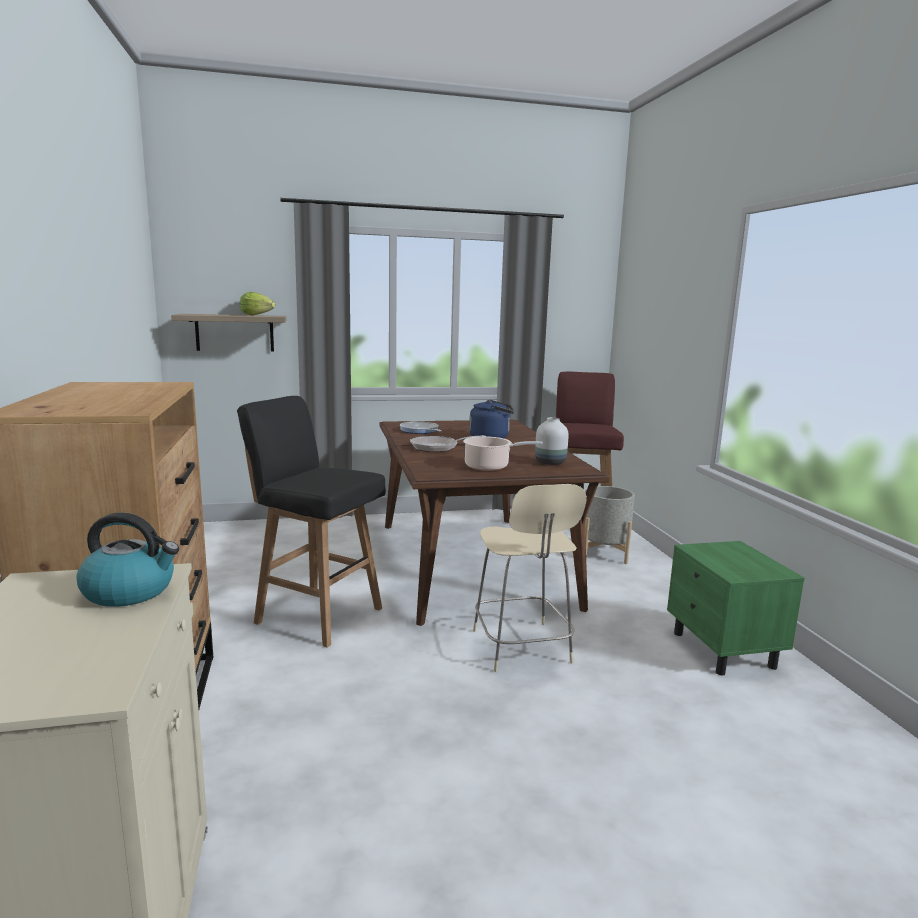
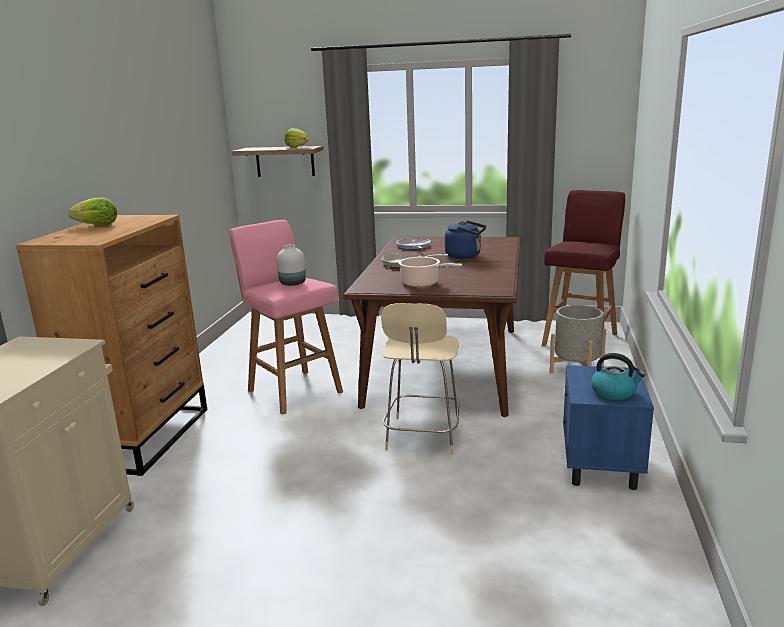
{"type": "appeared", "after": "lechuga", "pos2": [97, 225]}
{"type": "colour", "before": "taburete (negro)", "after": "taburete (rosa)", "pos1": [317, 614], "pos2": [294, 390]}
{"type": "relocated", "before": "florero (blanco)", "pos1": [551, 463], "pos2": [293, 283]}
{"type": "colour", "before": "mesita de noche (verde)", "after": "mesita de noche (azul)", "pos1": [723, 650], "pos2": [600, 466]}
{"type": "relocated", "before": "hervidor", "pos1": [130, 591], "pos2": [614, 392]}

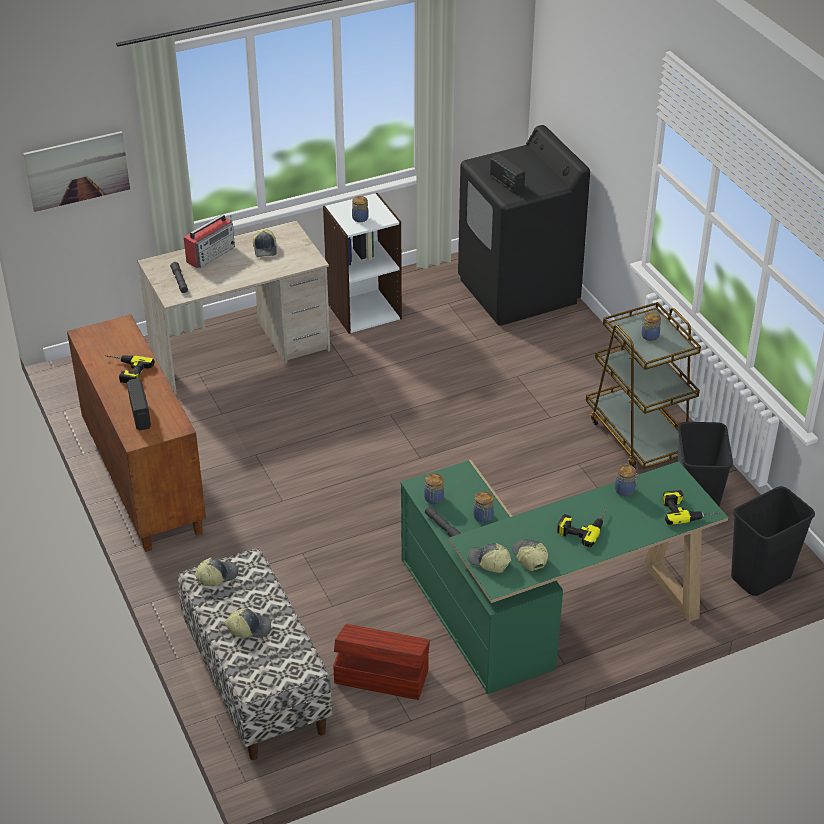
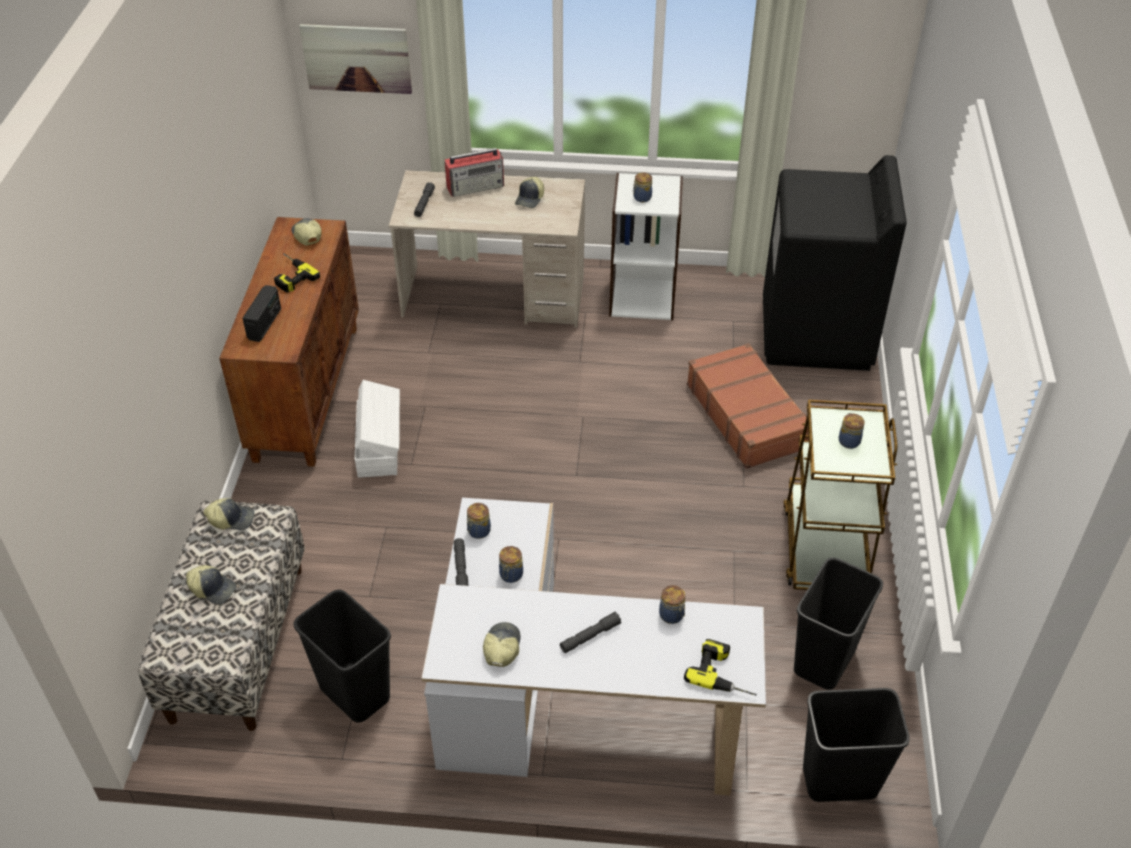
{"type": "relocated", "before": "gorra", "pos1": [488, 562], "pos2": [306, 236]}
{"type": "exchanged", "before": "caja de almacenaje (marrón)", "after": "papelera (negro)", "pos1": [381, 675], "pos2": [353, 693]}
{"type": "appeared", "after": "caja de almacenaje (blanco)", "pos2": [379, 445]}
{"type": "colour", "before": "escritorio (verde)", "after": "escritorio (blanco)", "pos1": [543, 613], "pos2": [566, 705]}
{"type": "exchanged", "before": "taladro", "after": "linterna (gris)", "pos1": [582, 525], "pos2": [590, 636]}
{"type": "appeared", "after": "maleta (marrón)", "pos2": [746, 416]}
{"type": "missing", "before": "radio", "pos1": [506, 183]}

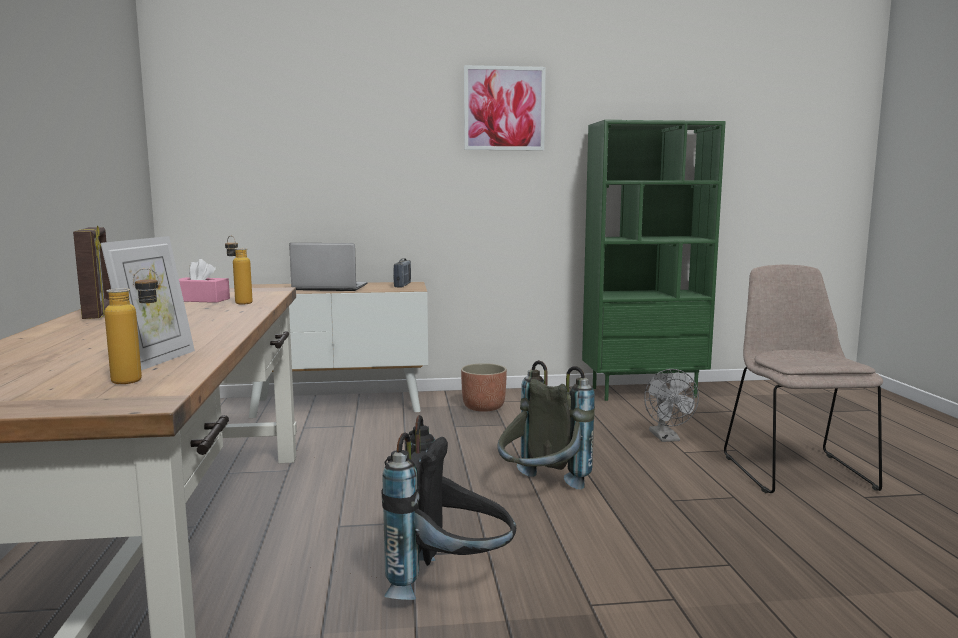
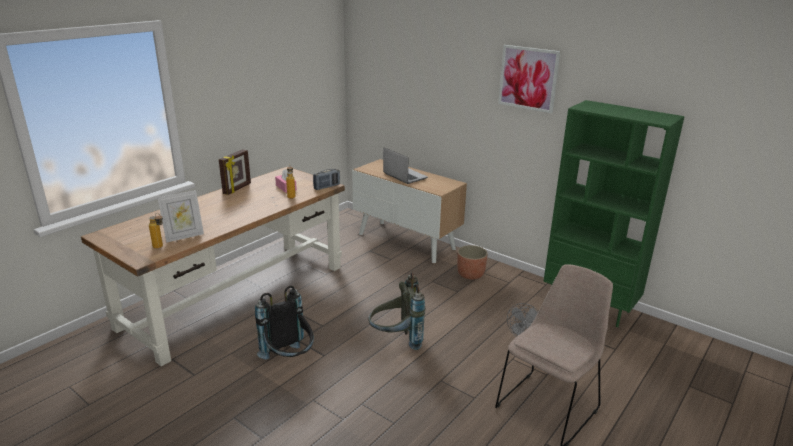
{"type": "relocated", "before": "radio", "pos1": [402, 285], "pos2": [327, 187]}

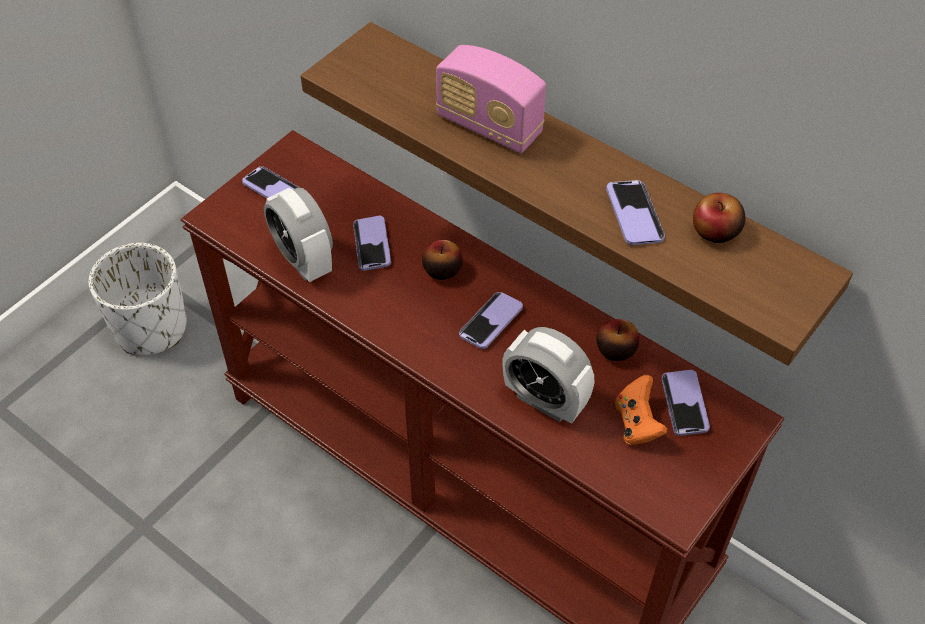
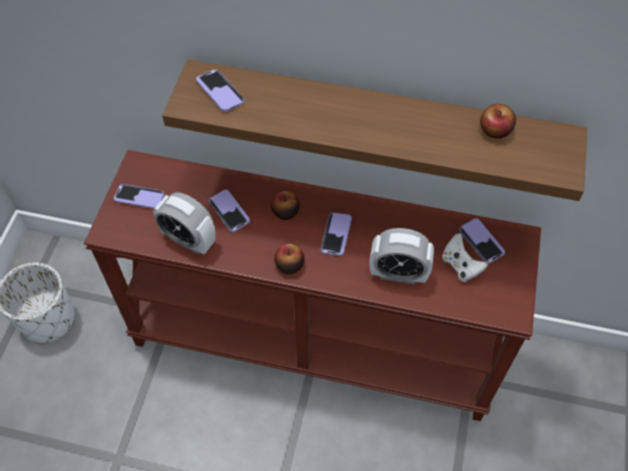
{"type": "relocated", "before": "móvil", "pos1": [634, 214], "pos2": [220, 91]}
{"type": "relocated", "before": "manzana", "pos1": [615, 349], "pos2": [289, 265]}
{"type": "colour", "before": "mando de consola (naranja)", "after": "mando de consola (blanco)", "pos1": [637, 423], "pos2": [460, 266]}
{"type": "missing", "before": "radio", "pos1": [489, 126]}

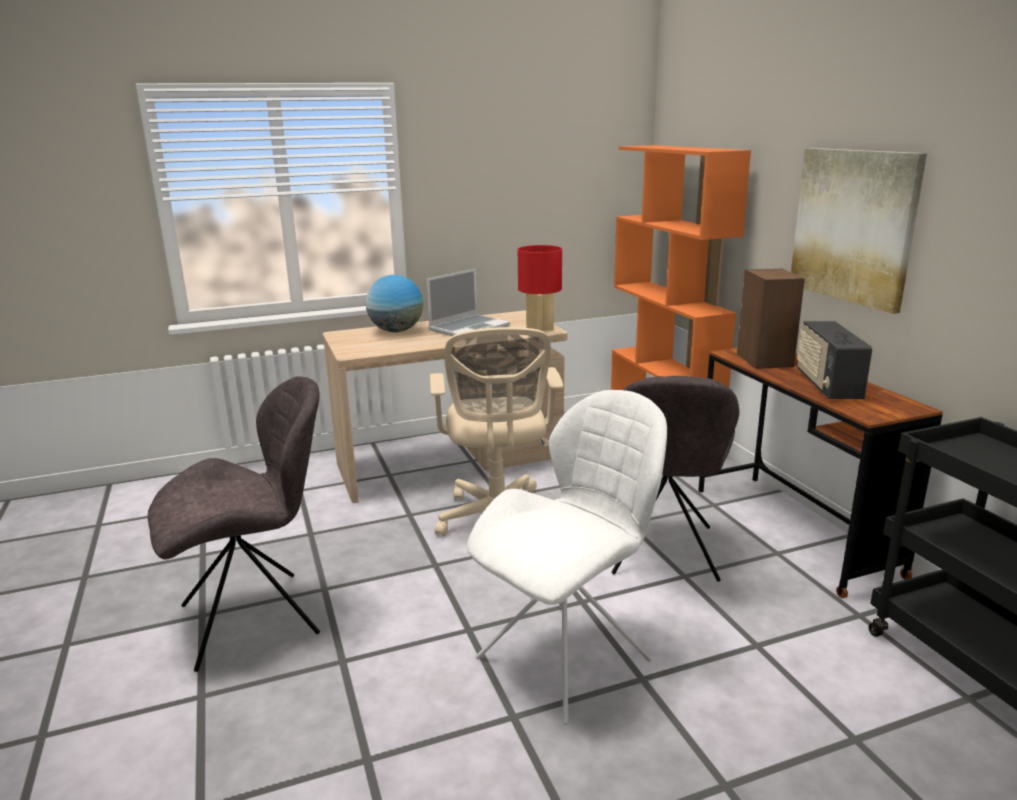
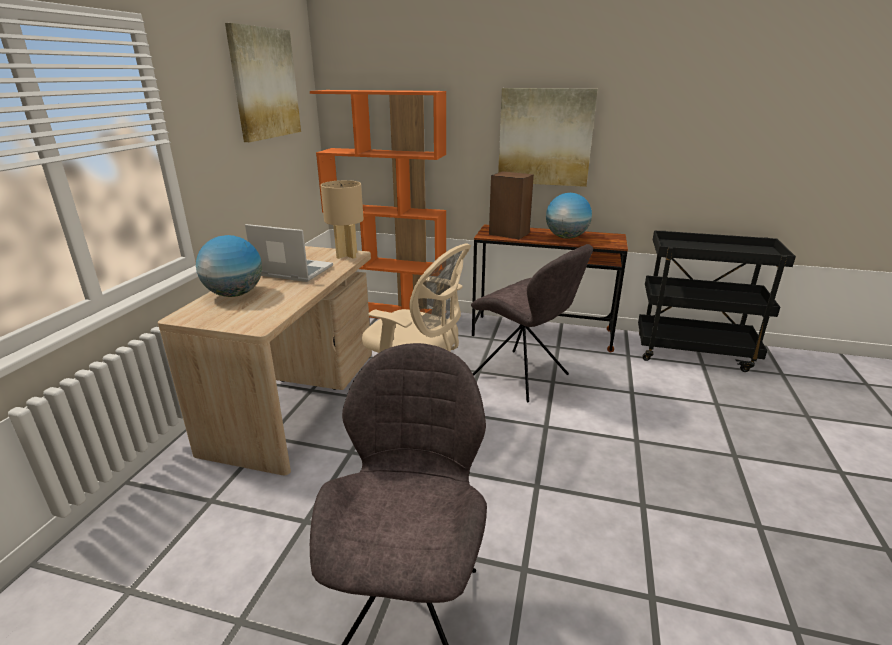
{"type": "appeared", "after": "cuadro", "pos2": [264, 84]}
{"type": "spun", "before": "portátil", "pos1": [469, 328], "pos2": [292, 271], "turn": -60}
{"type": "colour", "before": "lámpara de mesa (rojo)", "after": "lámpara de mesa (beis)", "pos1": [540, 329], "pos2": [347, 255]}
{"type": "exchanged", "before": "radio", "after": "globo terráqueo", "pos1": [827, 386], "pos2": [566, 237]}
{"type": "missing", "before": "silla (blanco)", "pos1": [568, 656]}

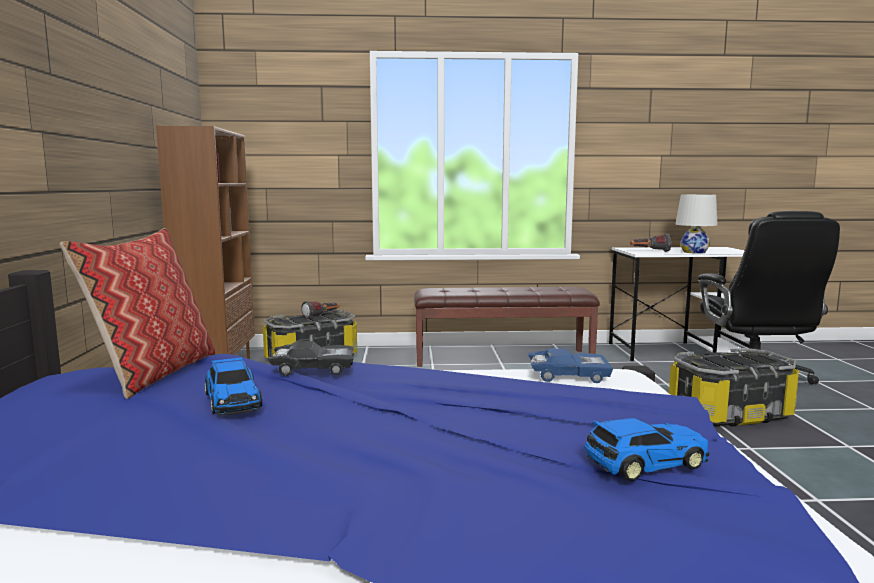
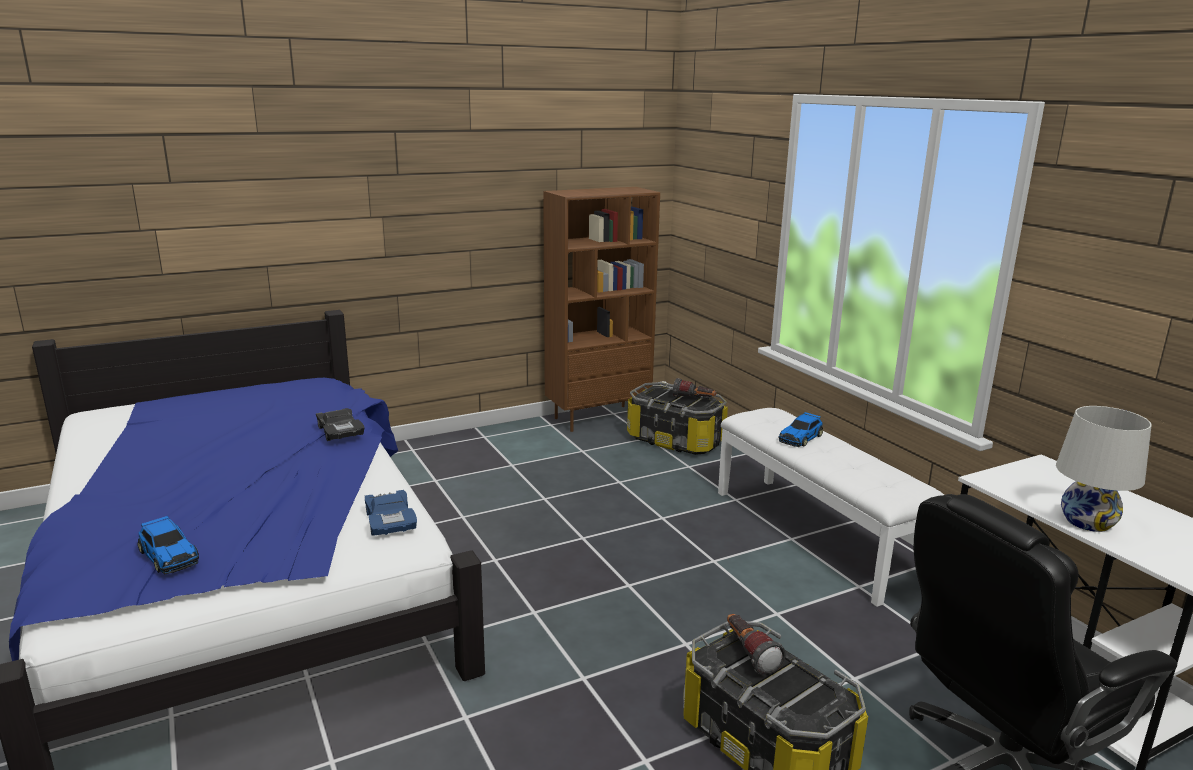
{"type": "colour", "before": "banco (marrón)", "after": "banco (blanco)", "pos1": [502, 357], "pos2": [817, 535]}
{"type": "relocated", "before": "linterna", "pos1": [649, 251], "pos2": [749, 653]}
{"type": "relocated", "before": "coche de juguete", "pos1": [233, 400], "pos2": [801, 438]}
{"type": "missing", "before": "cojín", "pos1": [154, 373]}

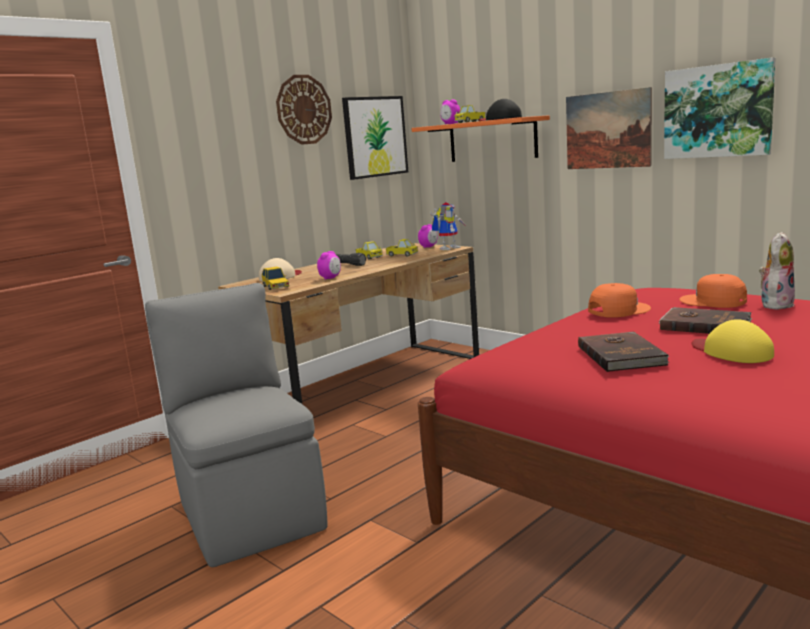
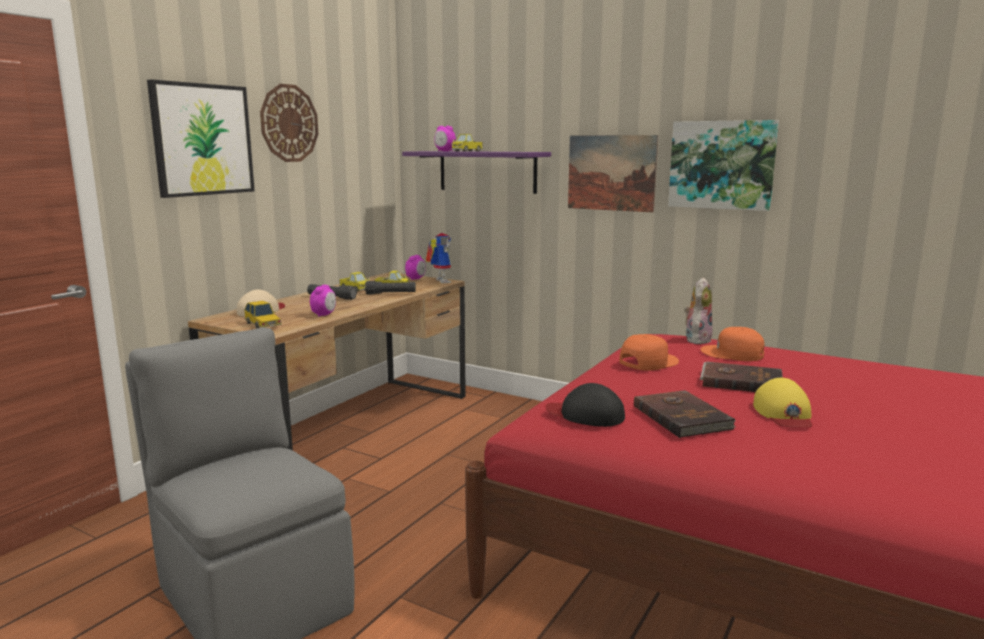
{"type": "relocated", "before": "cuadro", "pos1": [375, 137], "pos2": [202, 140]}
{"type": "appeared", "after": "linterna (negro)", "pos2": [390, 294]}
{"type": "colour", "before": "estante (naranja)", "after": "estante (morado)", "pos1": [492, 140], "pos2": [487, 171]}
{"type": "spun", "before": "robot de juguete", "pos1": [449, 248], "pos2": [439, 281], "turn": -60}
{"type": "relocated", "before": "gorra (negro)", "pos1": [500, 119], "pos2": [585, 414]}
{"type": "relocated", "before": "peluche", "pos1": [775, 304], "pos2": [696, 339]}
{"type": "spun", "before": "gorra (amarillo)", "pos1": [731, 351], "pos2": [783, 413], "turn": -135}

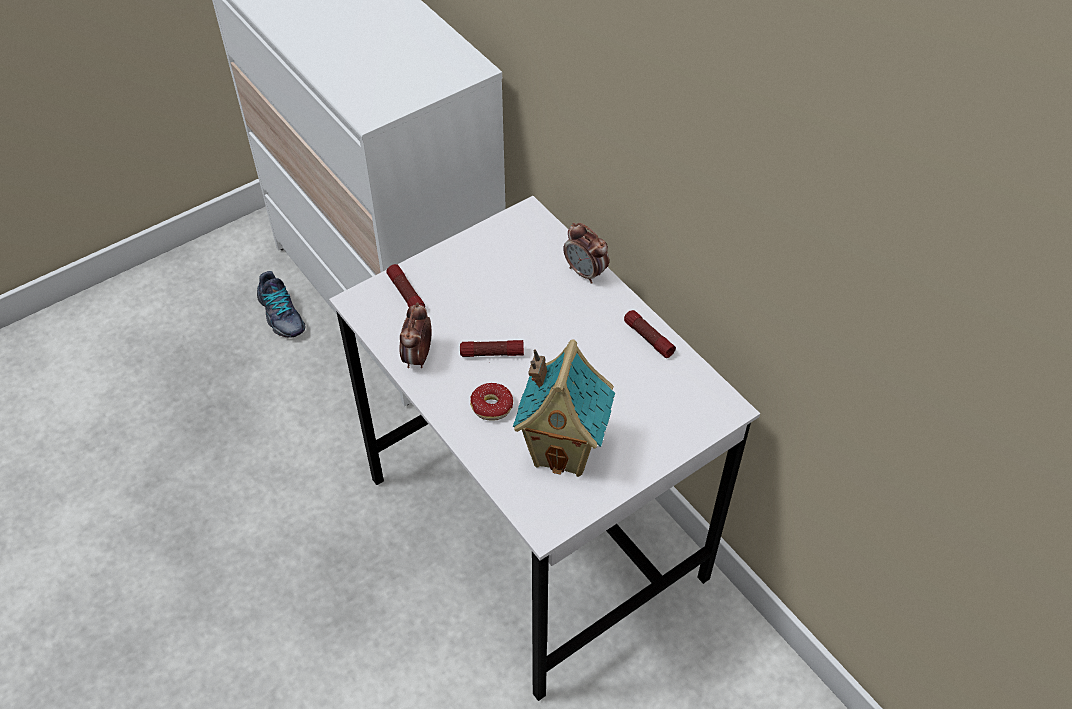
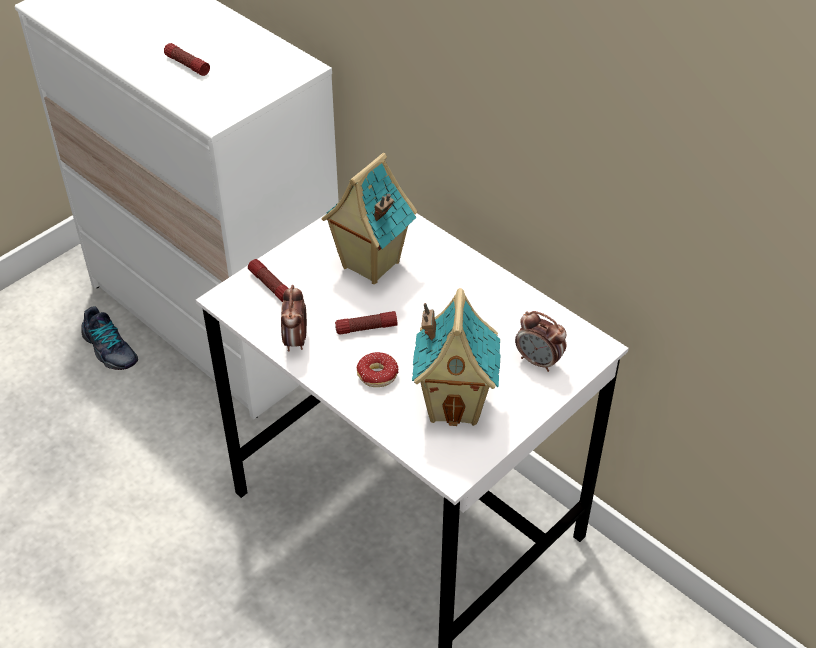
{"type": "relocated", "before": "linterna", "pos1": [648, 338], "pos2": [187, 65]}
{"type": "appeared", "after": "casita", "pos2": [369, 265]}
{"type": "relocated", "before": "despertador", "pos1": [585, 273], "pos2": [538, 361]}

